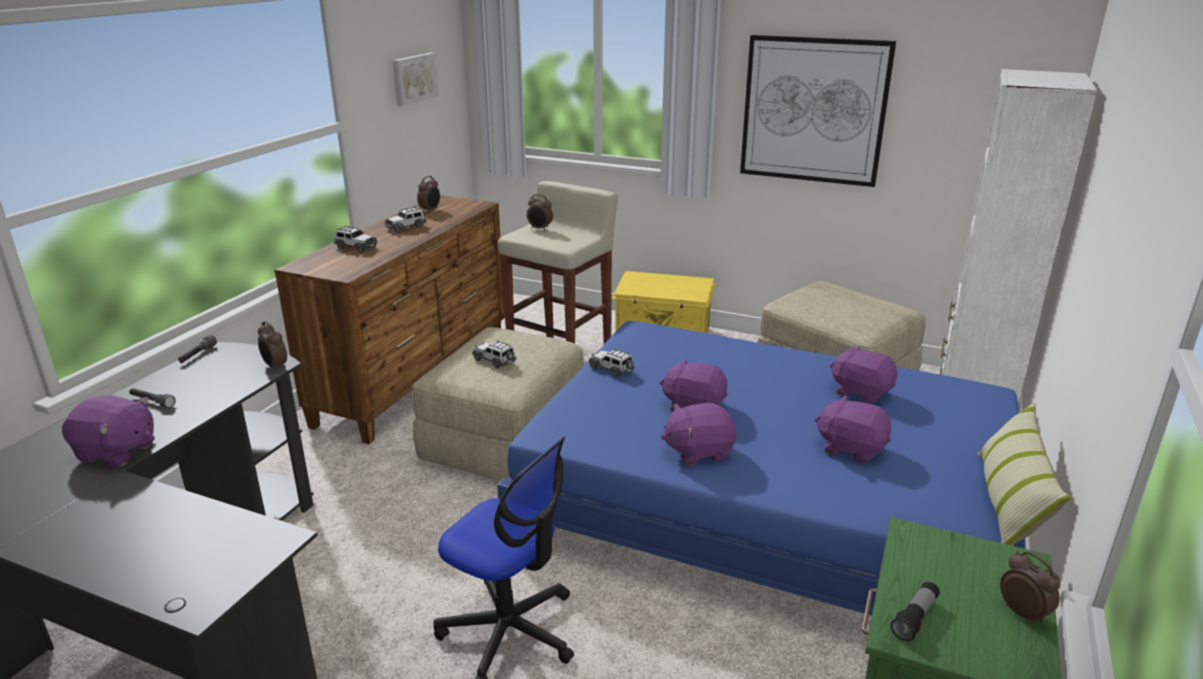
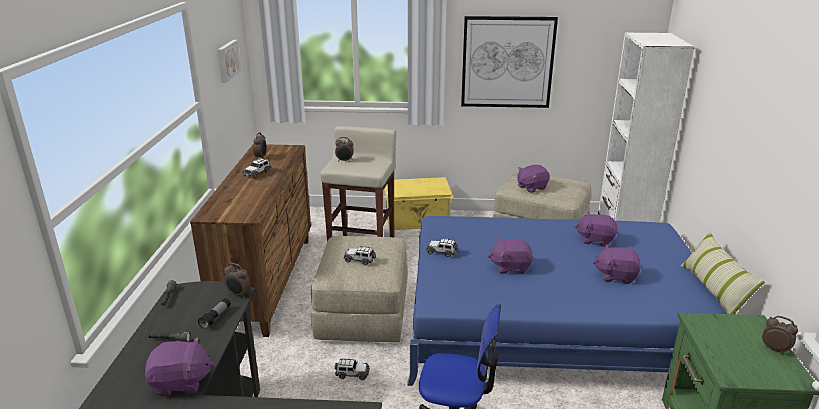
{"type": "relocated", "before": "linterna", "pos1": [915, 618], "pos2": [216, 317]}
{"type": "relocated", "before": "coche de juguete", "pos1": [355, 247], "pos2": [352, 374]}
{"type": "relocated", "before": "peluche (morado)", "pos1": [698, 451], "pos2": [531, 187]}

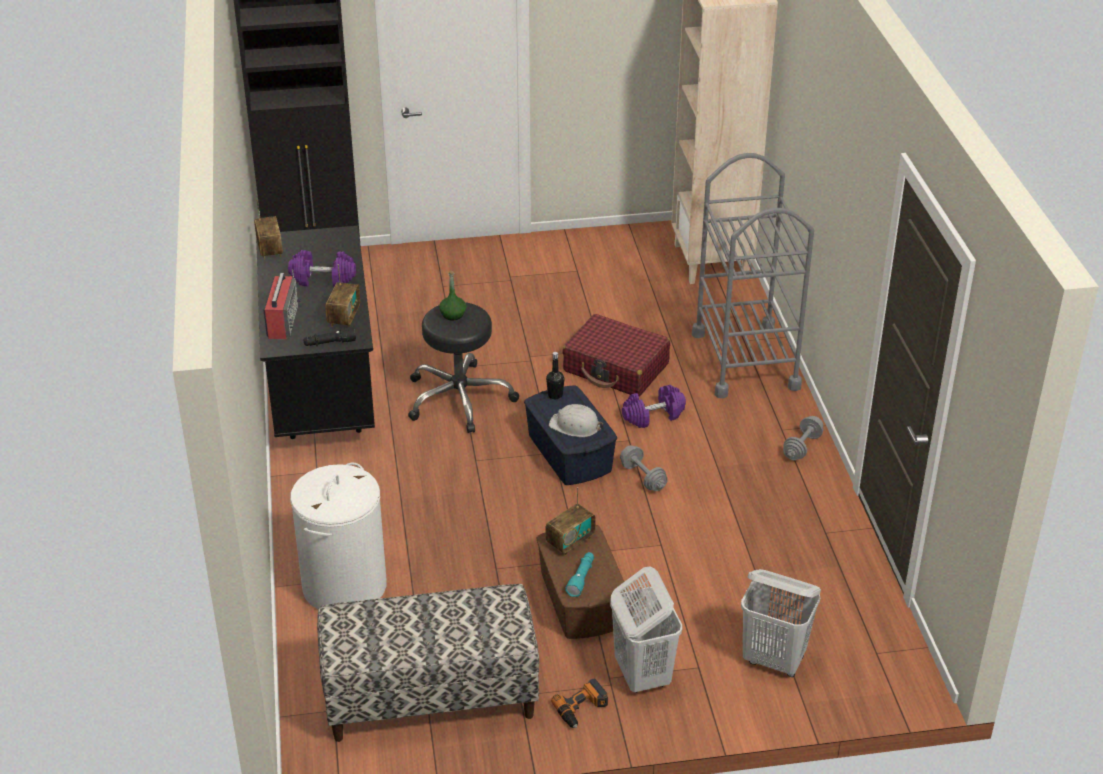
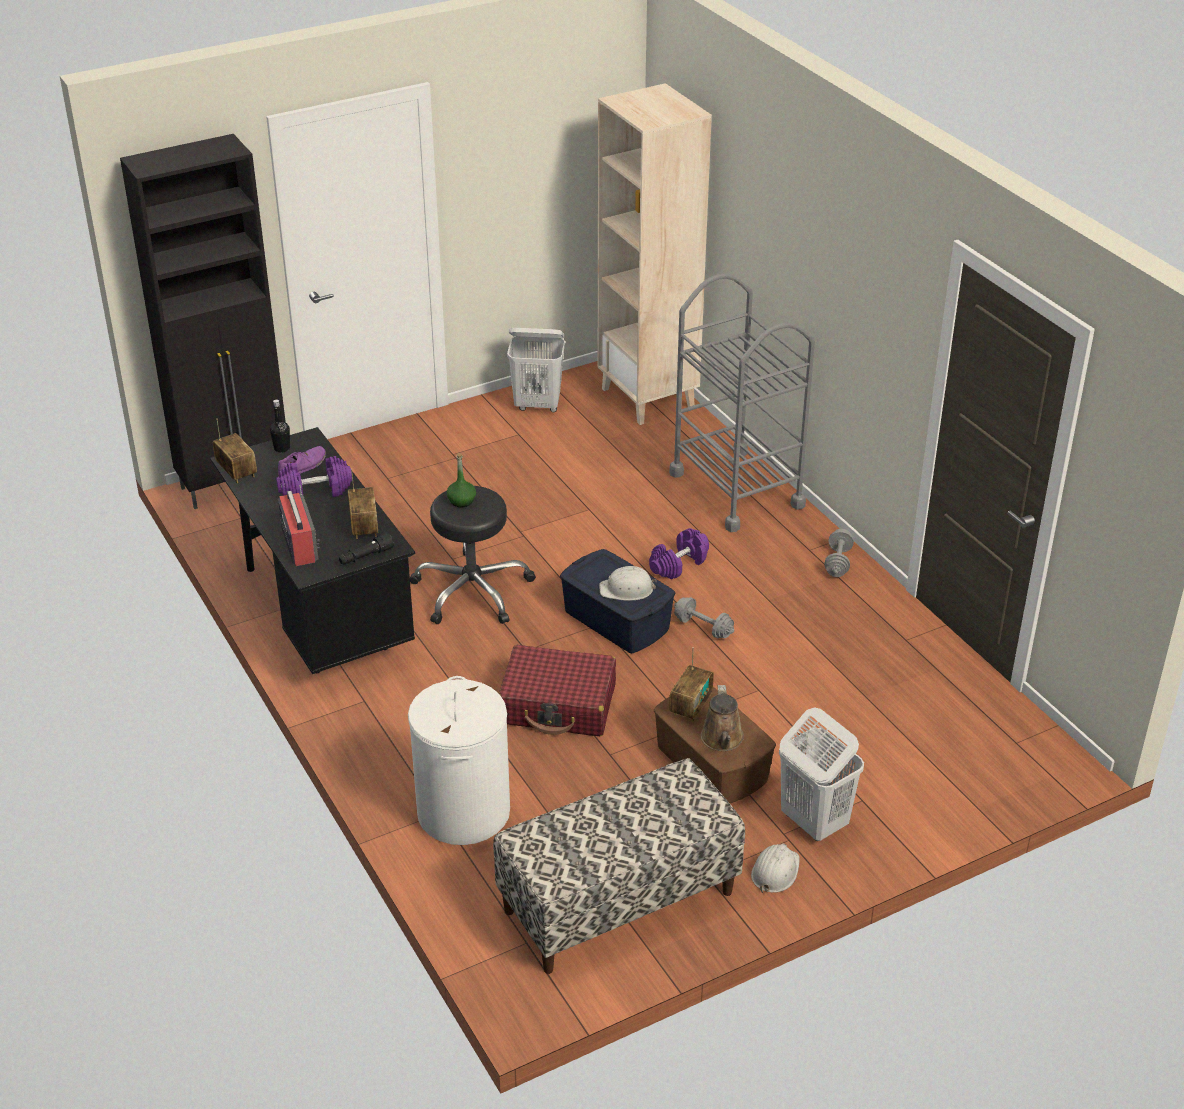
{"type": "relocated", "before": "botella (negro)", "pos1": [555, 395], "pos2": [282, 448]}
{"type": "appeared", "after": "zapato (morado)", "pos2": [302, 466]}
{"type": "relocated", "before": "maleta (rojo)", "pos1": [616, 368], "pos2": [558, 705]}
{"type": "relocated", "before": "cesto de la ropa (blanco)", "pos1": [774, 660], "pos2": [538, 405]}
{"type": "exchanged", "before": "linterna (turquesa)", "after": "regadera (marrón)", "pos1": [581, 578], "pos2": [722, 740]}
{"type": "exchanged", "before": "taladro", "after": "casco (blanco)", "pos1": [582, 709], "pos2": [775, 871]}

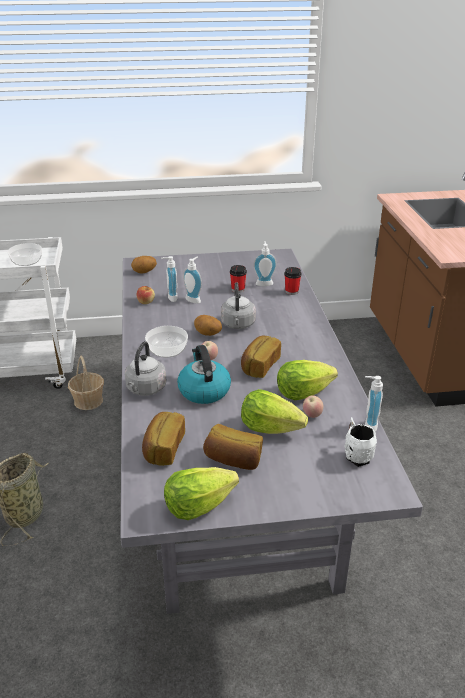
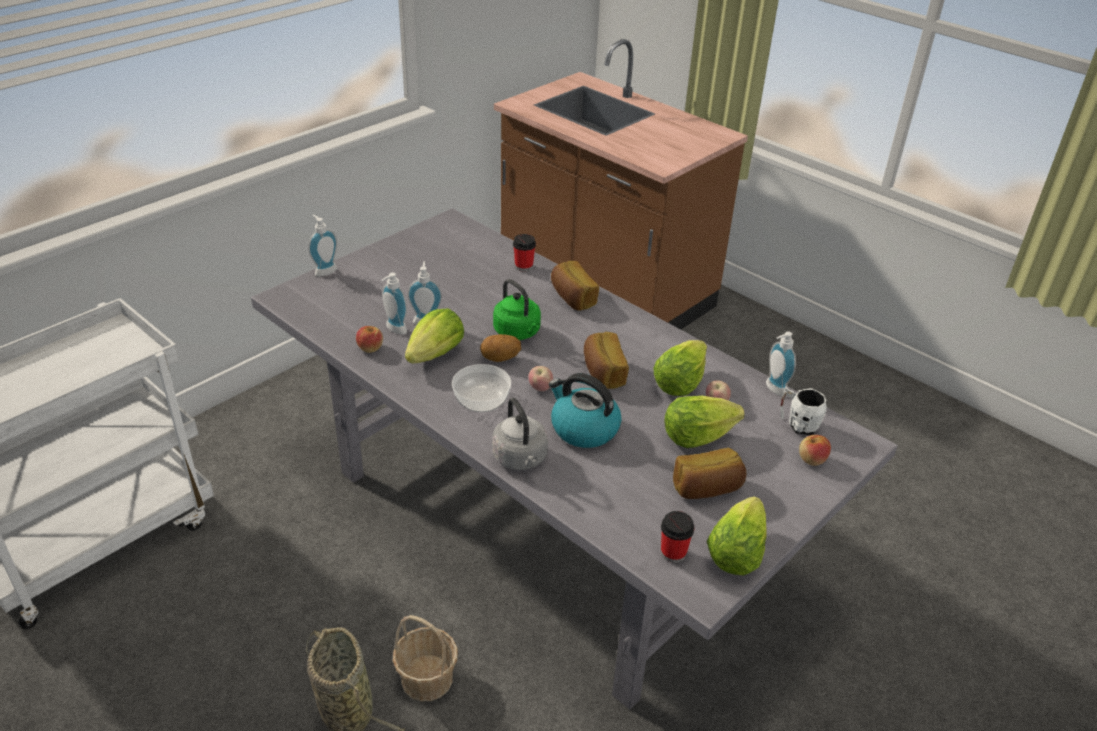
{"type": "relocated", "before": "dispensador de jabón", "pos1": [264, 283], "pos2": [324, 270]}
{"type": "relocated", "before": "cesta", "pos1": [88, 401], "pos2": [427, 678]}
{"type": "appeared", "after": "lechuga", "pos2": [436, 354]}
{"type": "colour", "before": "hervidor (gris)", "after": "hervidor (verde)", "pos1": [238, 325], "pos2": [518, 333]}
{"type": "relocated", "before": "pan", "pos1": [163, 449], "pos2": [572, 298]}
{"type": "relocated", "before": "taza", "pos1": [238, 289], "pos2": [673, 553]}
{"type": "appeared", "after": "manzana", "pos2": [812, 459]}
{"type": "missing", "before": "cuenco", "pos1": [27, 261]}
{"type": "missing", "before": "patata", "pos1": [144, 272]}

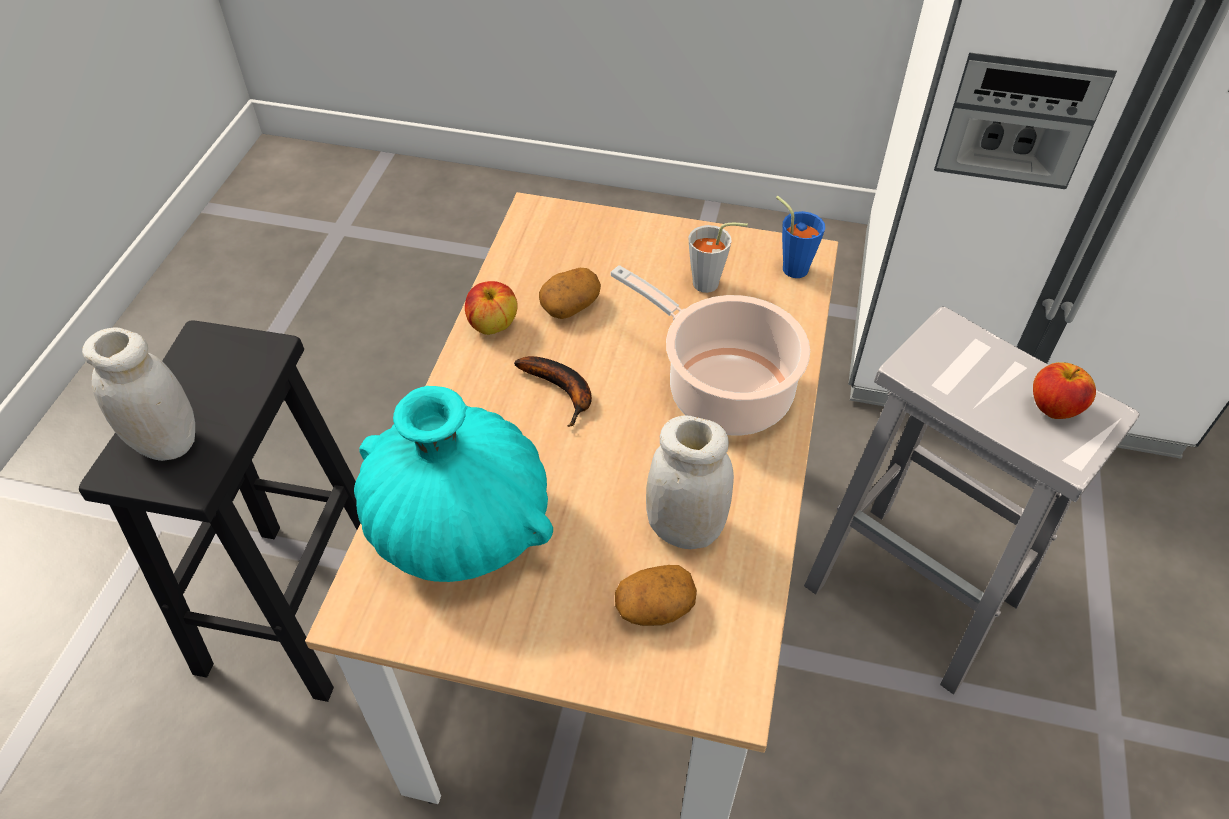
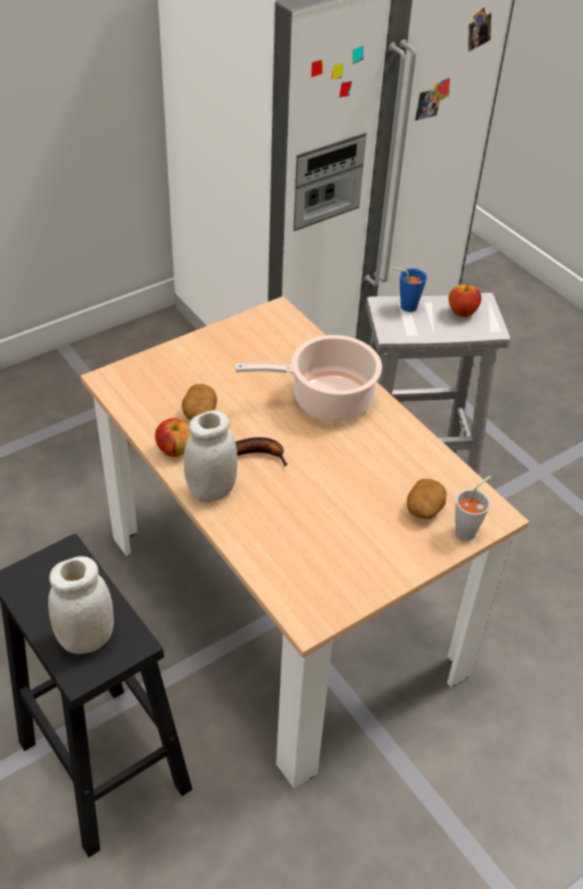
{"type": "relocated", "before": "tarro (blanco)", "pos1": [685, 529], "pos2": [211, 490]}
{"type": "relocated", "before": "taza (azul)", "pos1": [791, 265], "pos2": [404, 306]}
{"type": "relocated", "before": "taza (gris)", "pos1": [712, 284], "pos2": [469, 529]}
{"type": "missing", "before": "florero (turquesa)", "pos1": [459, 528]}

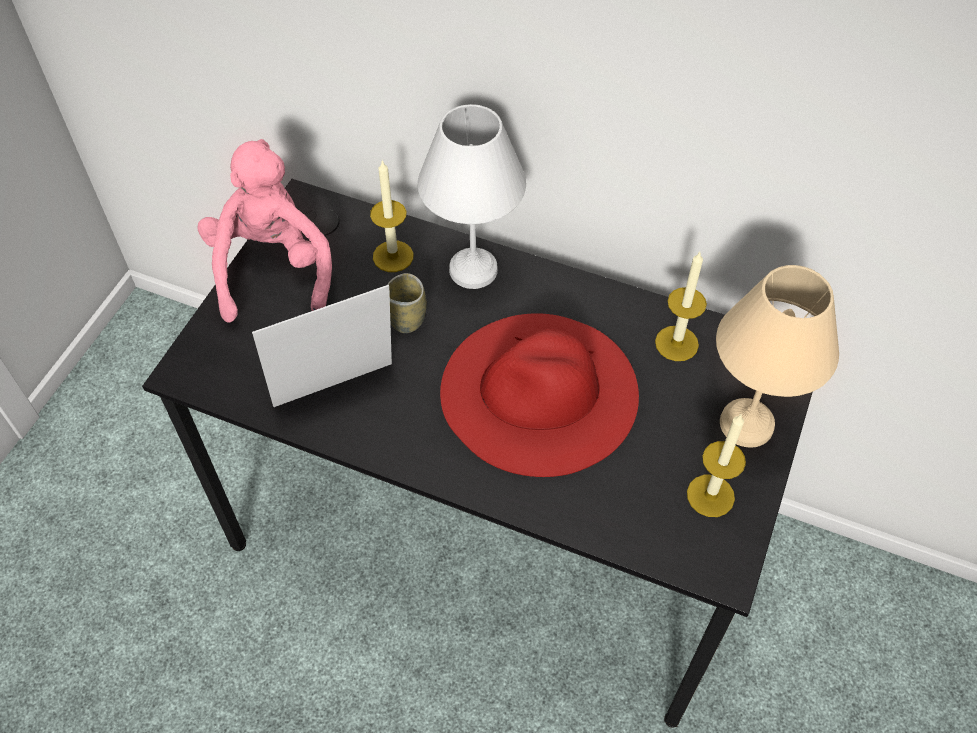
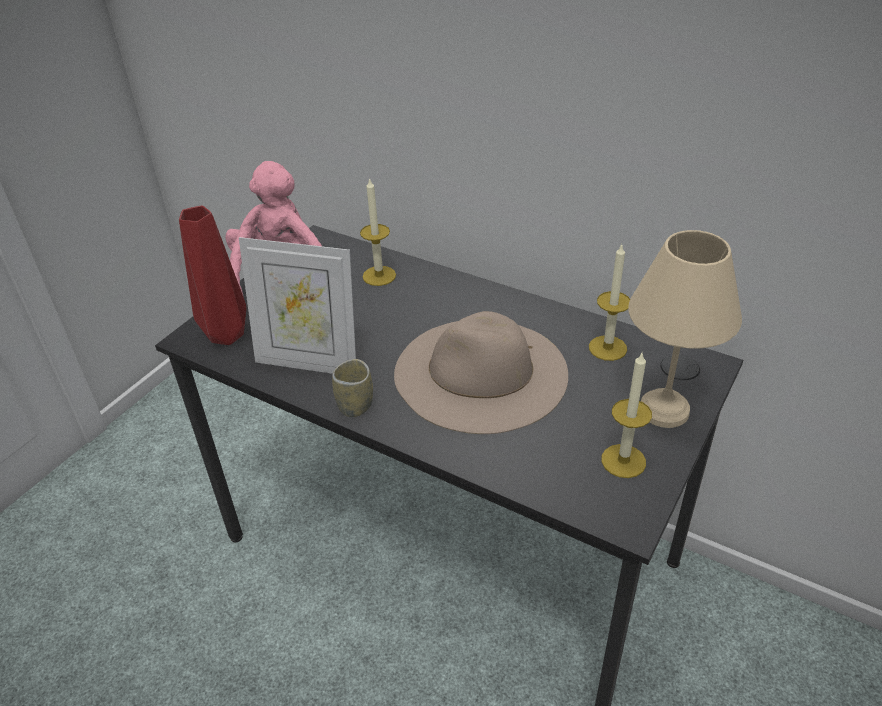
{"type": "appeared", "after": "florero (rojo)", "pos2": [224, 335]}
{"type": "spun", "before": "portarretratos", "pos1": [337, 394], "pos2": [309, 362], "turn": -150}
{"type": "relocated", "before": "taza", "pos1": [407, 319], "pos2": [355, 406]}
{"type": "colour", "before": "sombrero (rojo)", "after": "sombrero (beis)", "pos1": [539, 392], "pos2": [480, 373]}
{"type": "missing", "before": "lámpara de mesa (blanco)", "pos1": [475, 270]}

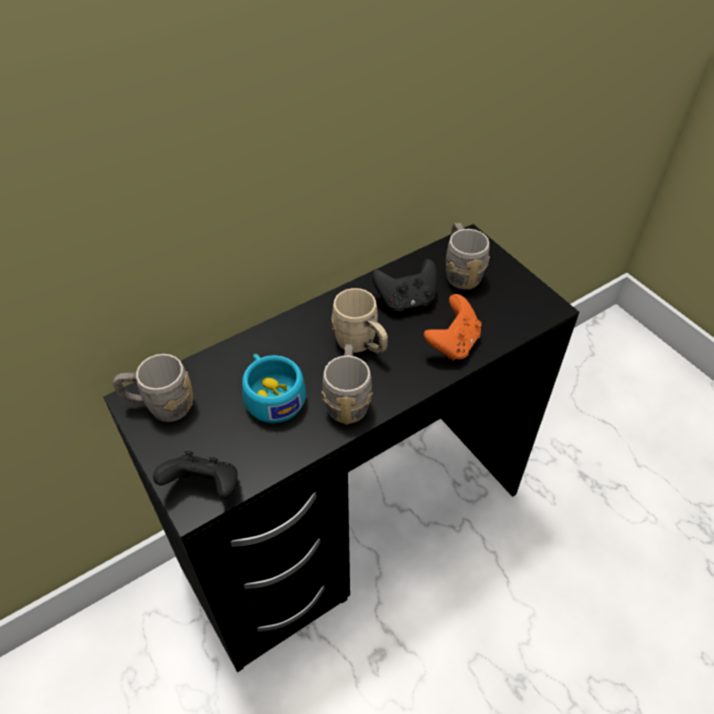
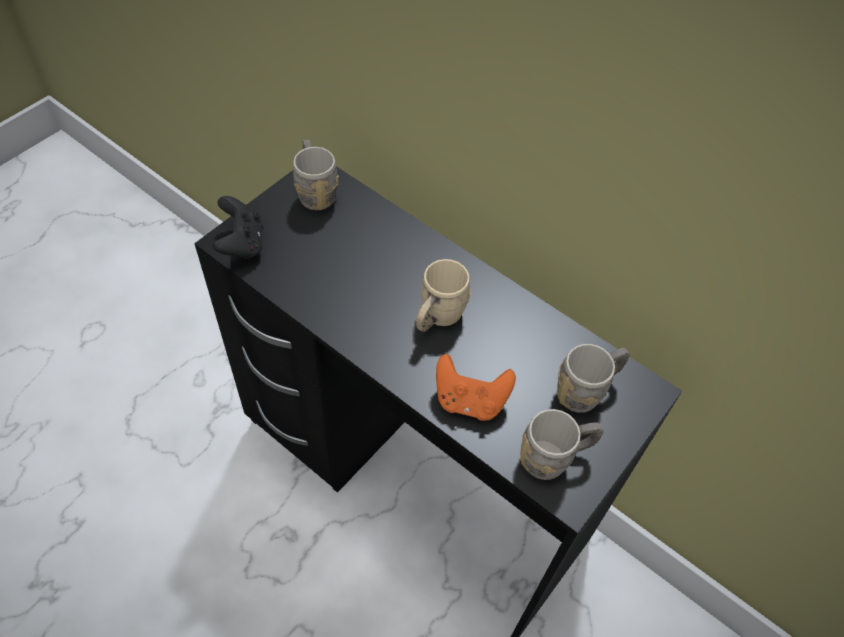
{"type": "relocated", "before": "taza grande (gris)", "pos1": [348, 399], "pos2": [554, 457]}
{"type": "missing", "before": "taza (turquesa)", "pos1": [272, 396]}
{"type": "missing", "before": "mando de consola (negro)", "pos1": [406, 300]}

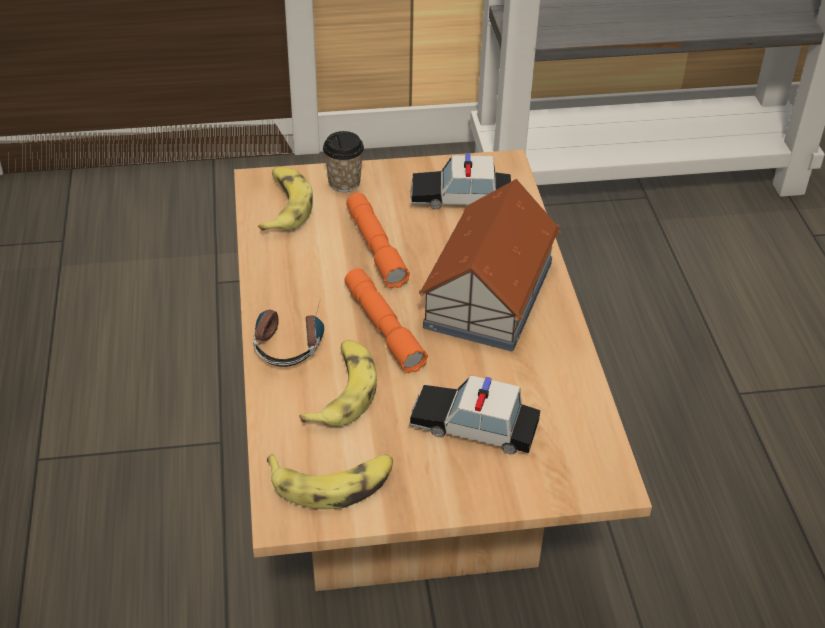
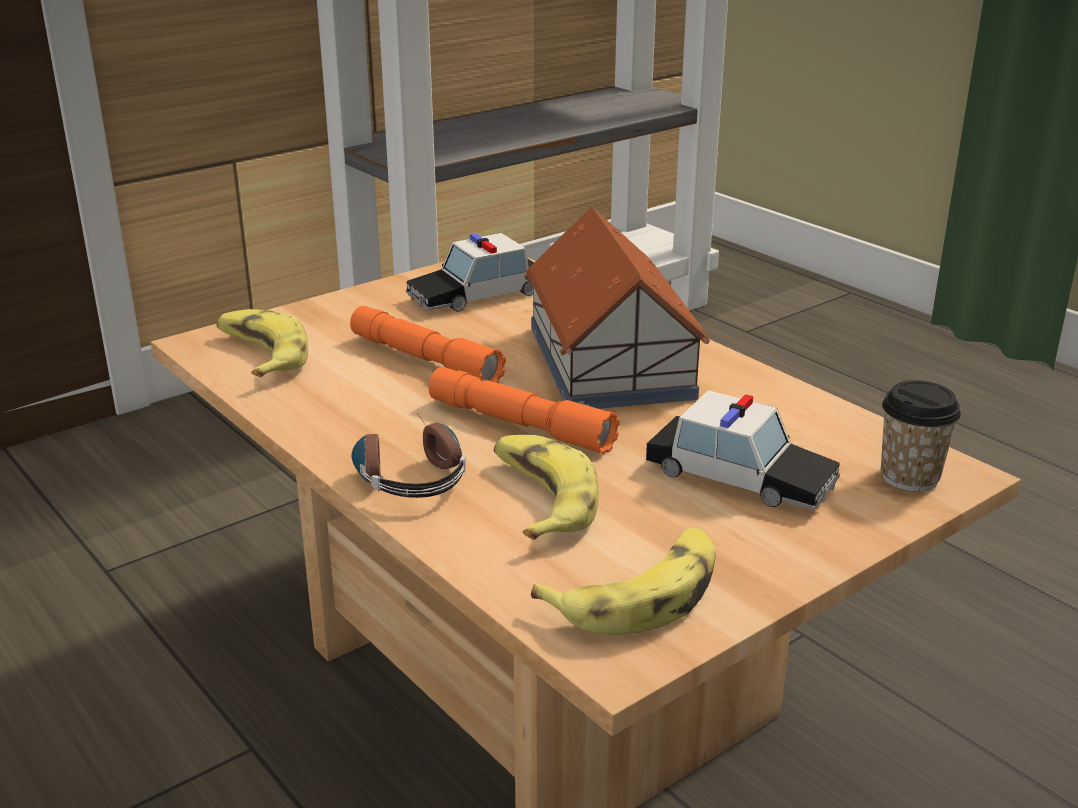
{"type": "spun", "before": "coche de juguete", "pos1": [473, 426], "pos2": [741, 477], "turn": -135}
{"type": "relocated", "before": "taza", "pos1": [344, 183], "pos2": [909, 477]}

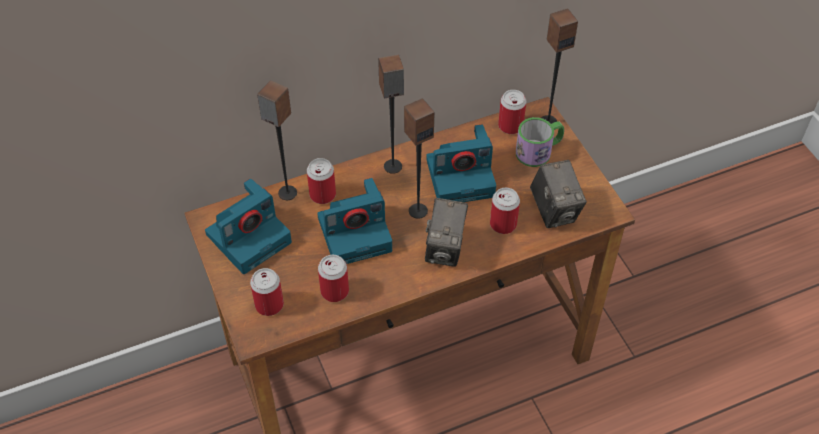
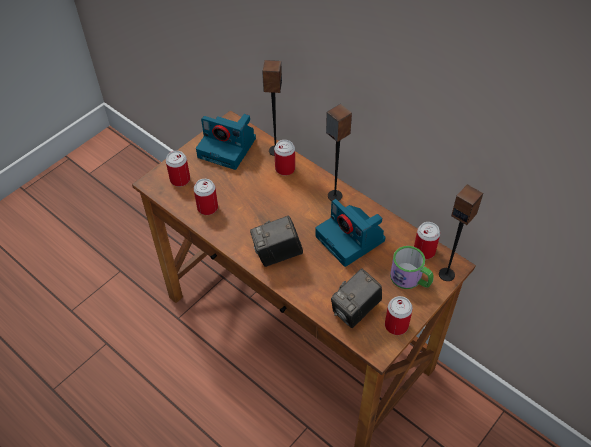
{"type": "relocated", "before": "lata", "pos1": [503, 224], "pos2": [396, 325]}
{"type": "missing", "before": "cámara", "pos1": [356, 233]}
{"type": "missing", "before": "altavoz", "pos1": [418, 210]}

